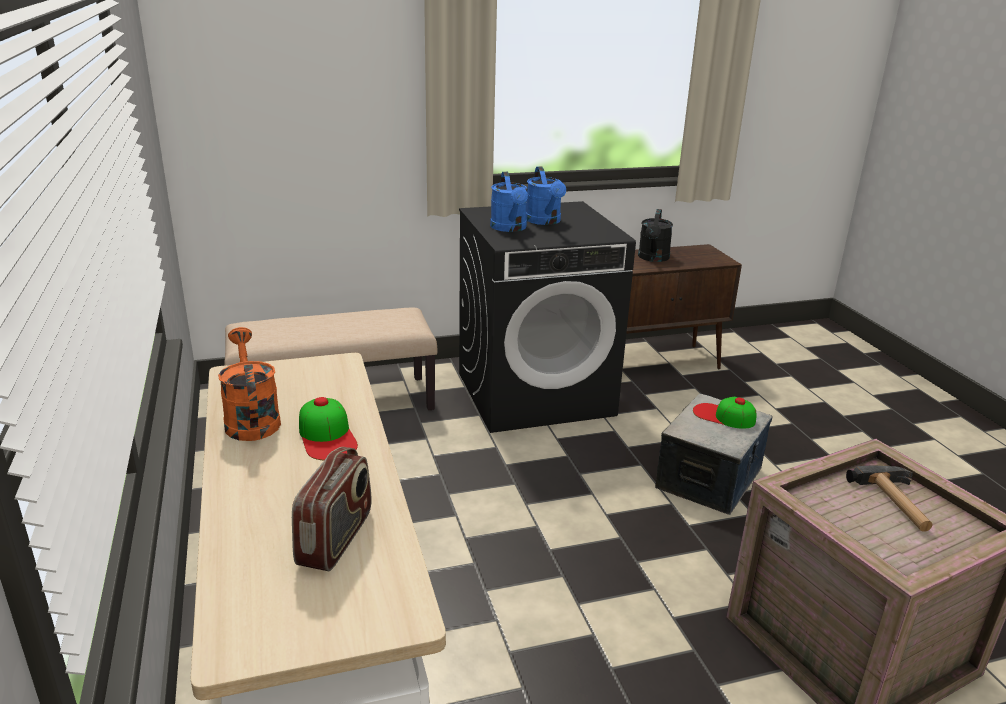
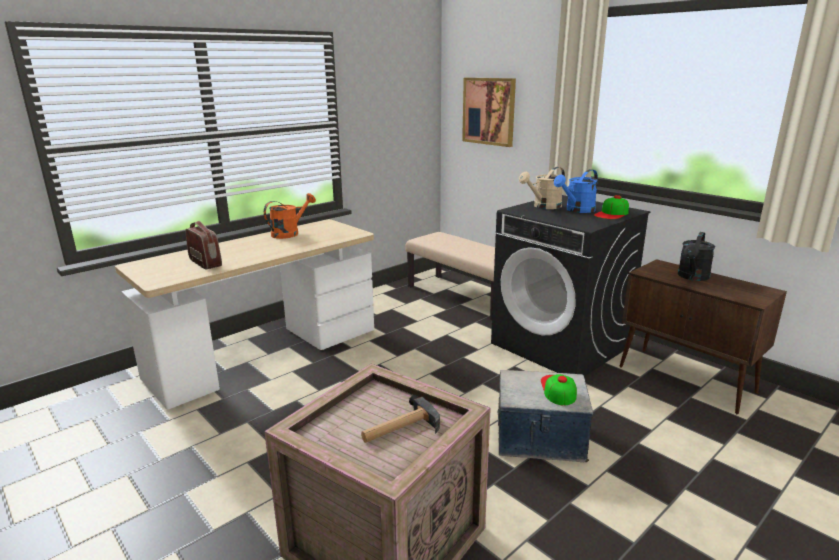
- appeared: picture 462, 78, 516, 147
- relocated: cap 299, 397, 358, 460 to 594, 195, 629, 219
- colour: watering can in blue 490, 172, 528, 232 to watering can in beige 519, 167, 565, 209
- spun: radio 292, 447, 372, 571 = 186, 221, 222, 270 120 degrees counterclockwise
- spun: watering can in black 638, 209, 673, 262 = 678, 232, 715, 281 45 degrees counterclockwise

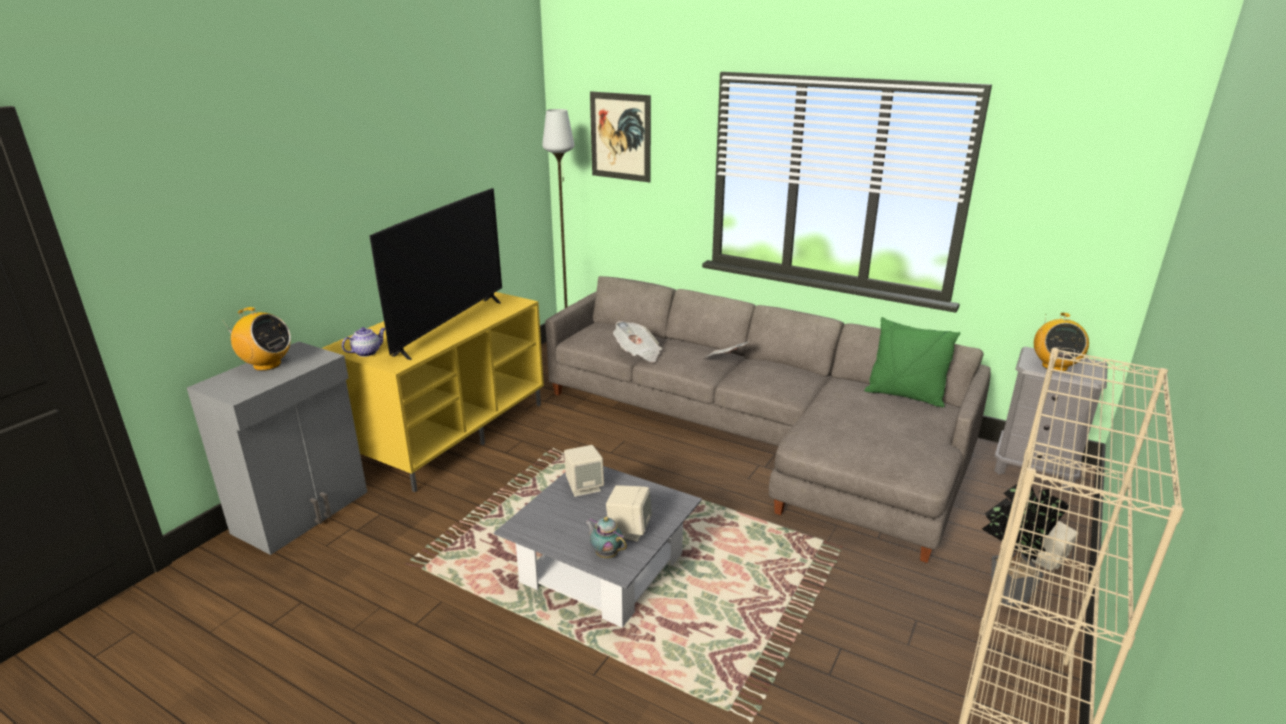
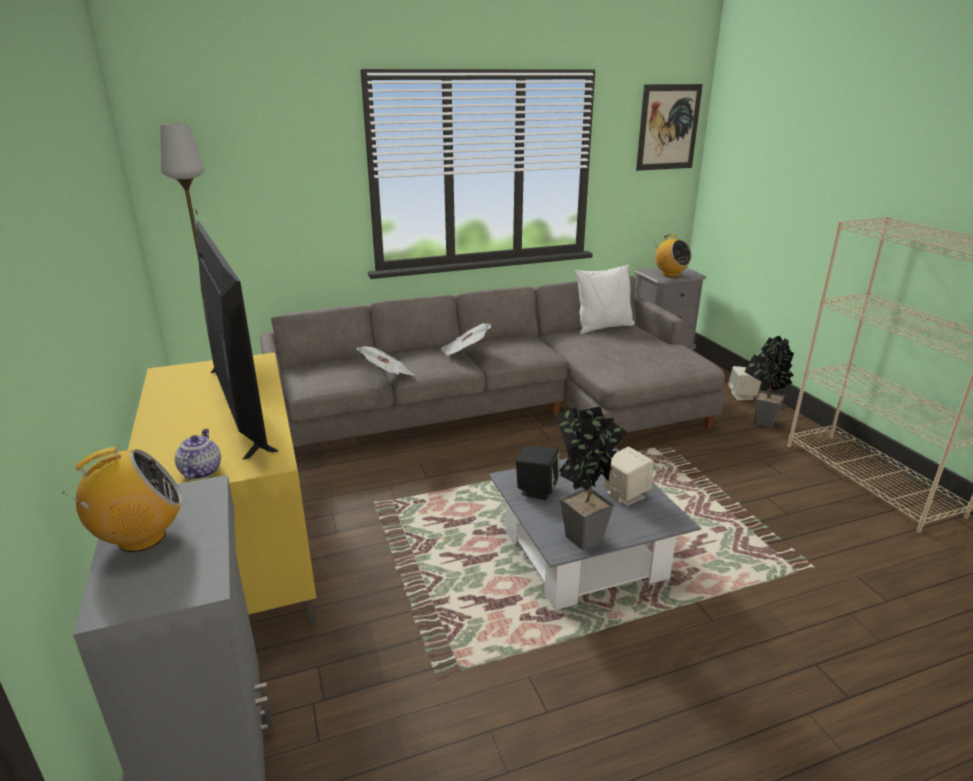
- missing: teapot 585, 517, 627, 558
- appeared: potted plant 556, 404, 627, 550
- relocated: picture 590, 91, 651, 182 to 636, 84, 703, 171
- colour: speaker in beige 564, 445, 604, 497 to speaker in black 516, 446, 560, 500
- colour: pillow in green 864, 317, 961, 407 to pillow in white 575, 265, 635, 334

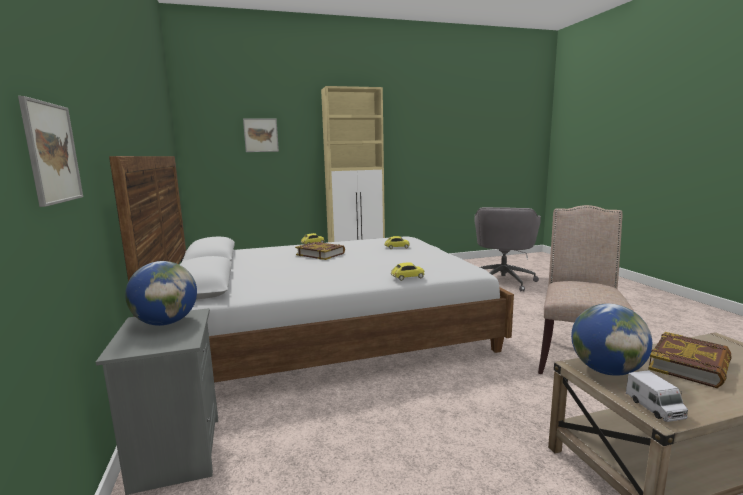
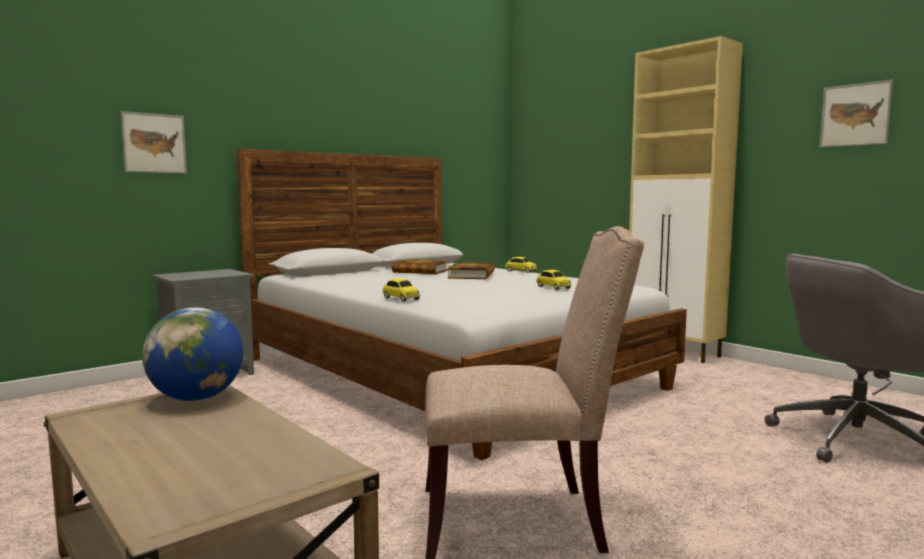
- missing: globe 125, 261, 197, 326
- missing: toy truck 626, 370, 688, 422
- relocated: picture 243, 119, 279, 152 to 820, 80, 893, 147
- relocated: book 648, 332, 731, 388 to 392, 259, 449, 274

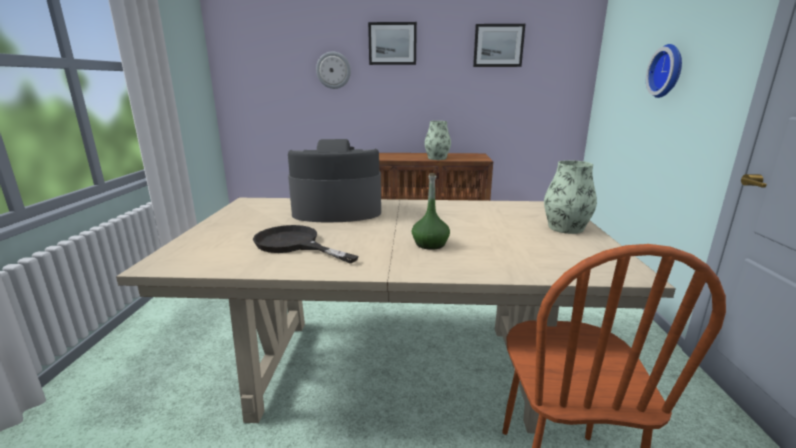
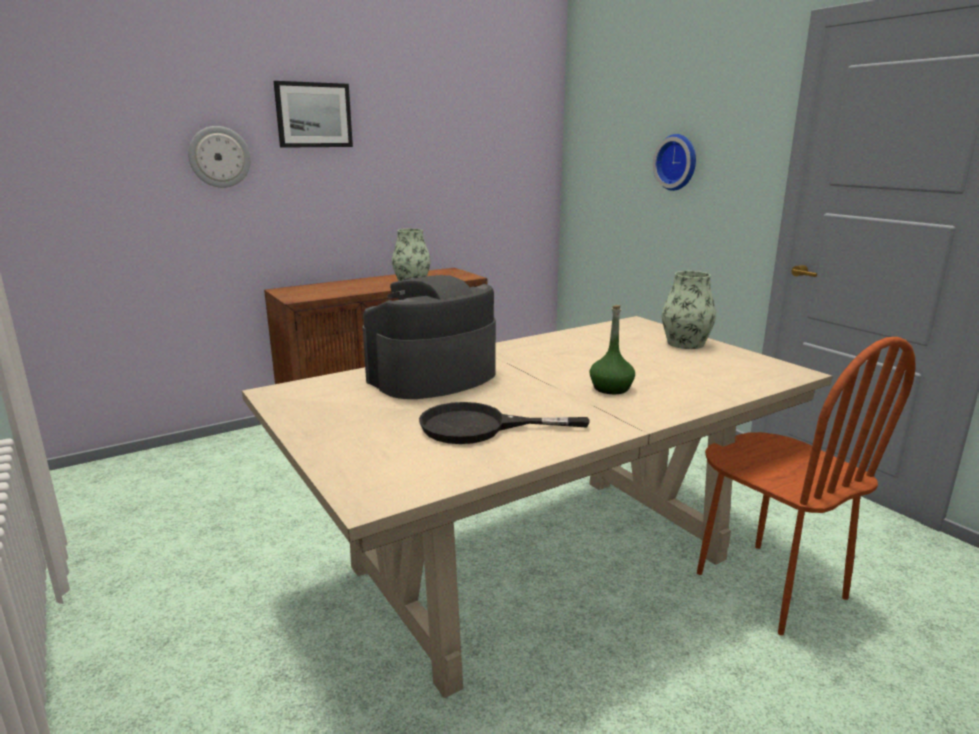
- missing: picture 473, 24, 526, 67

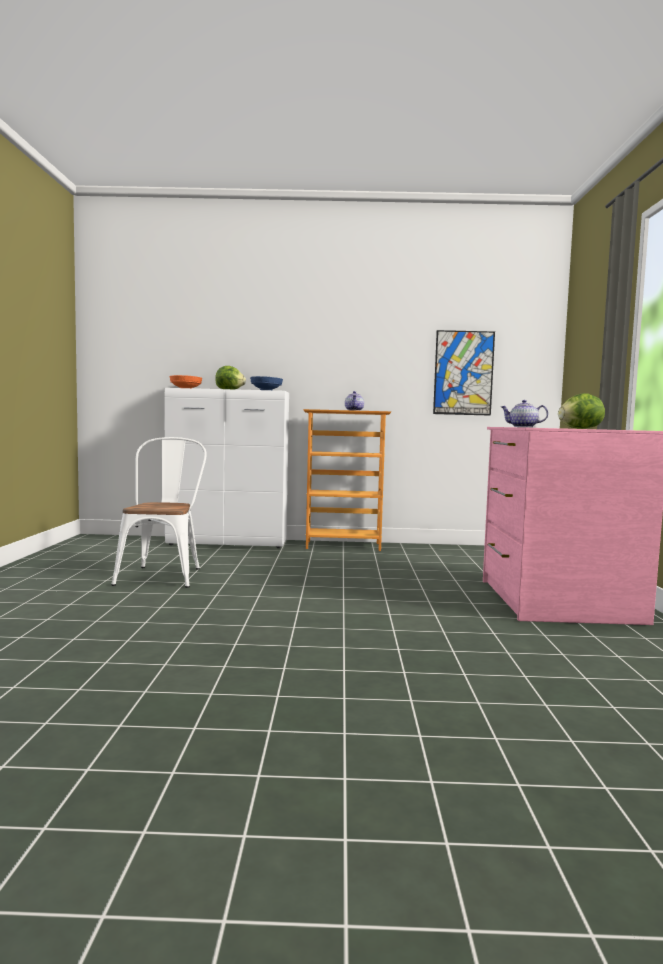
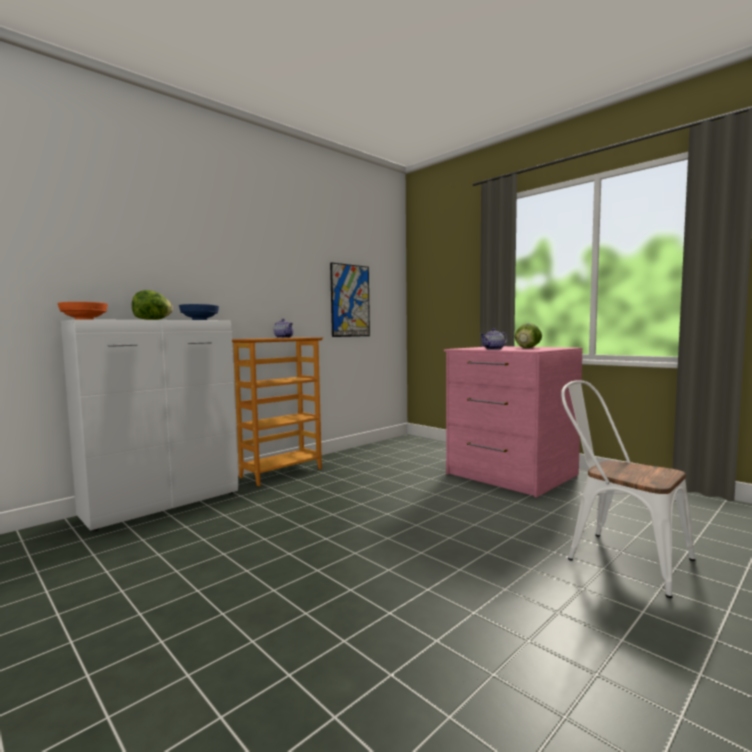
- relocated: chair in white 111, 437, 207, 588 to 561, 380, 695, 598

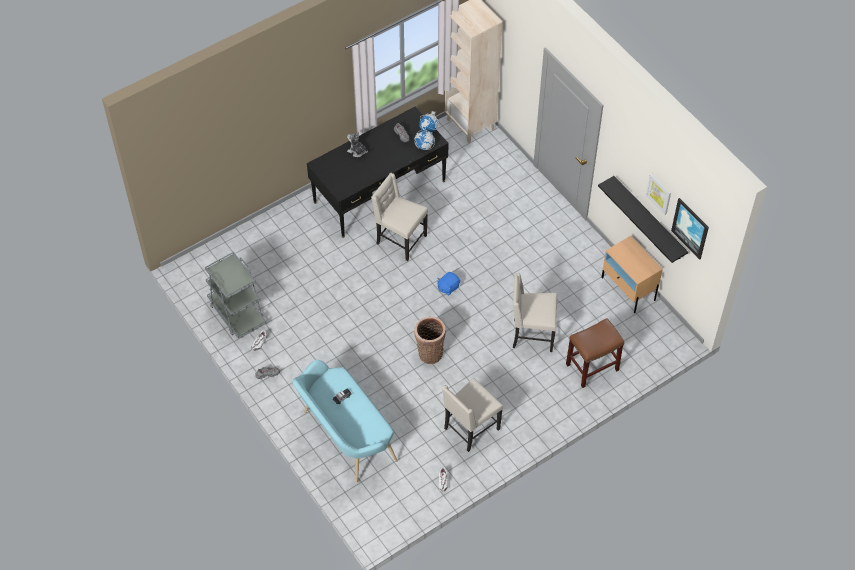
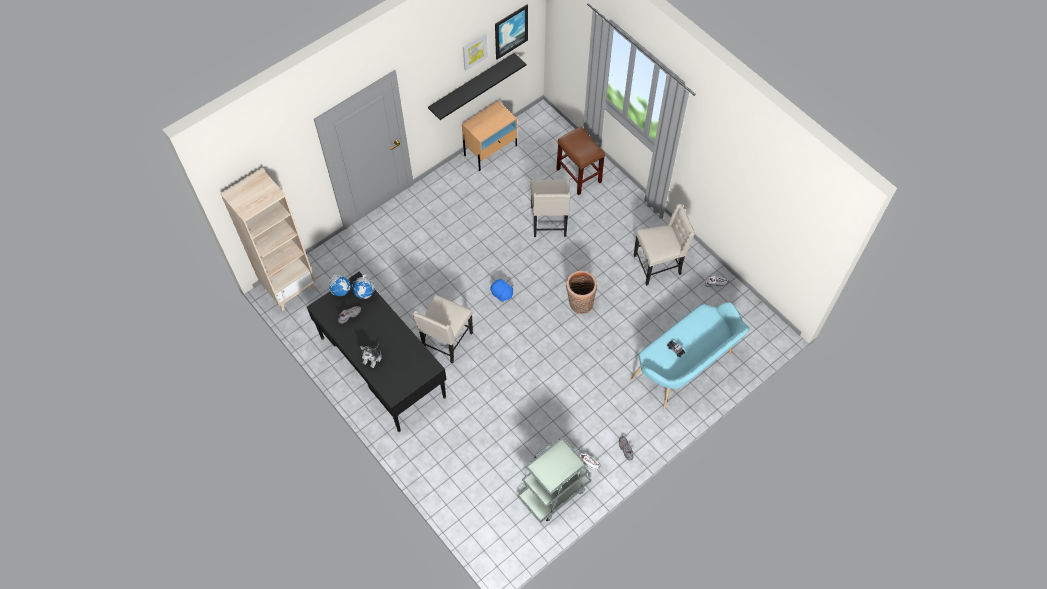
- spun: chair in beige 442, 378, 503, 452 = 634, 204, 695, 286 60 degrees counterclockwise

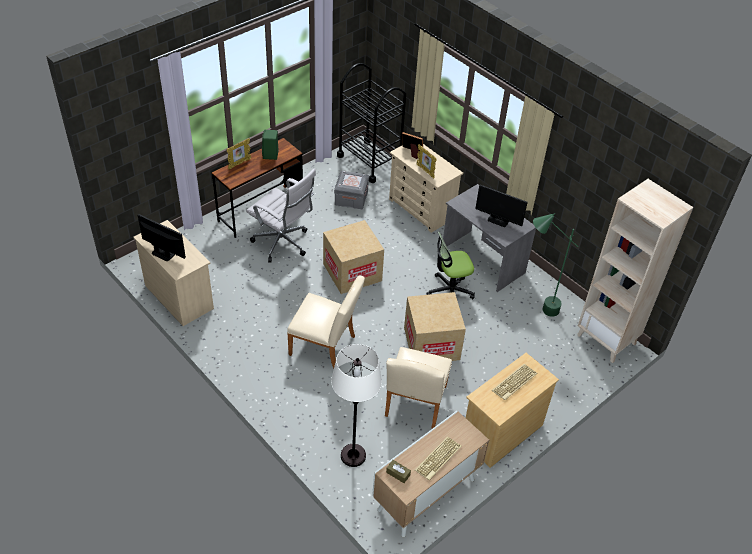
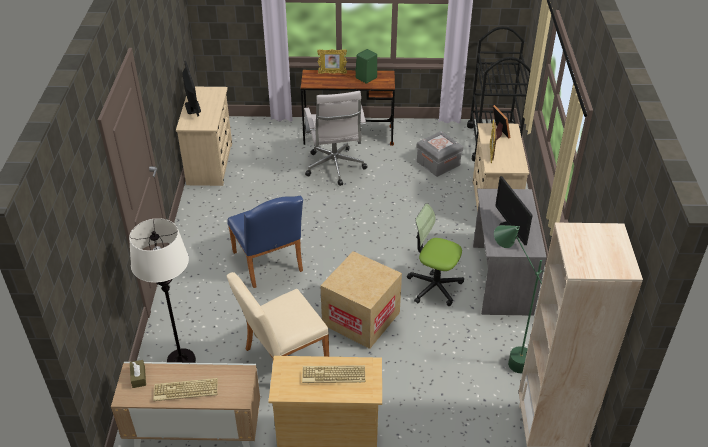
- missing: cardboard box 323, 220, 384, 294
- colour: chair in beige 287, 276, 365, 368 to chair in blue 227, 196, 303, 288

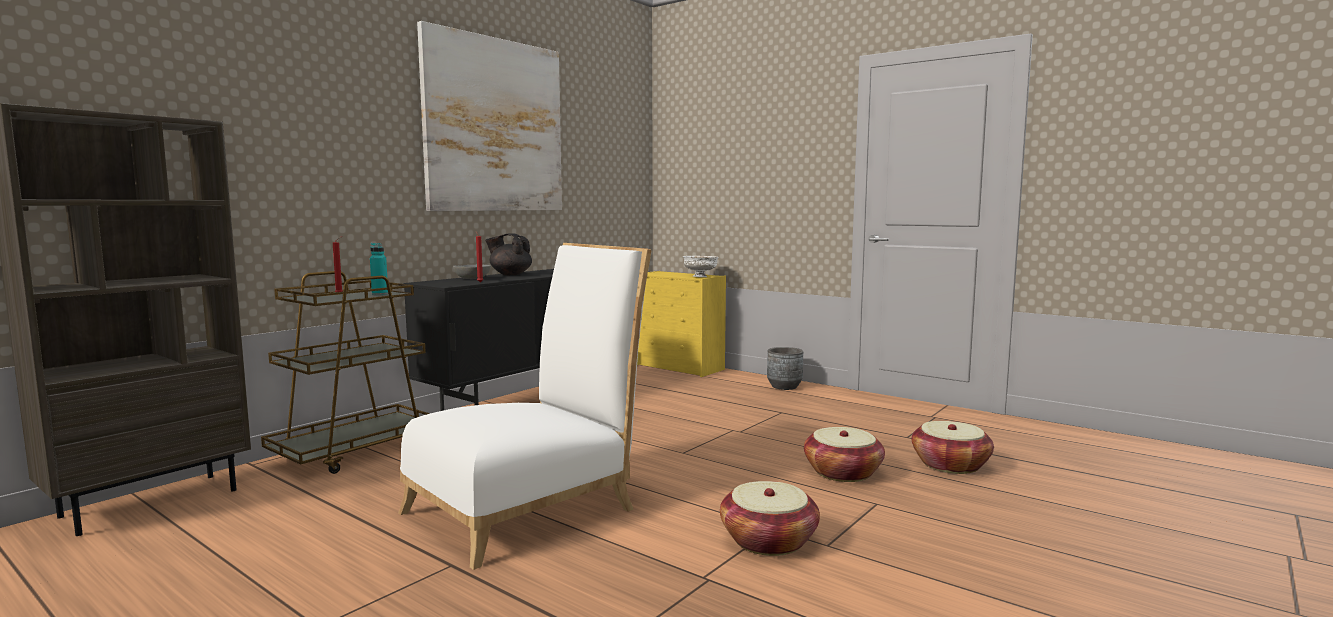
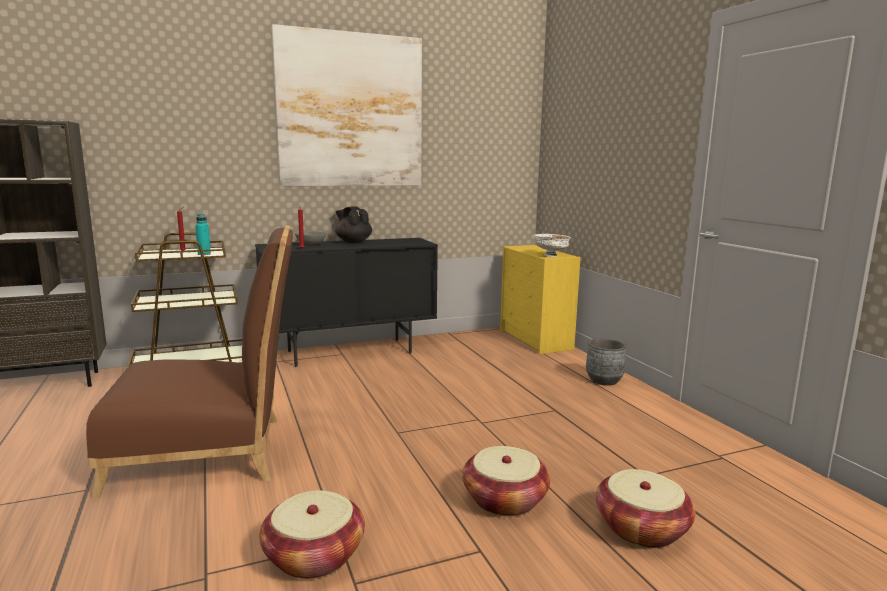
- colour: chair in white 398, 243, 652, 570 to chair in brown 86, 225, 293, 499

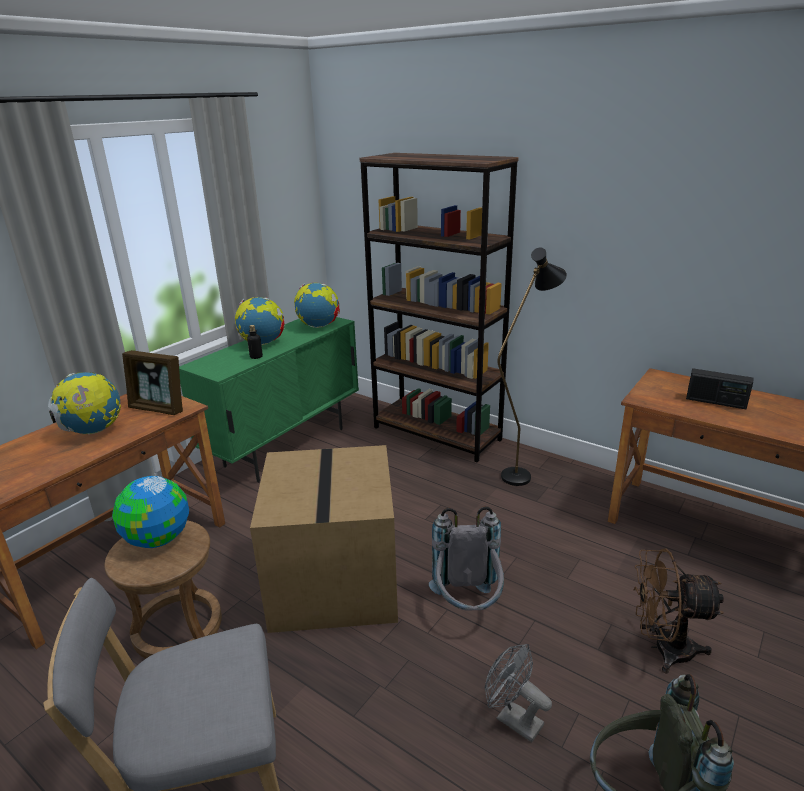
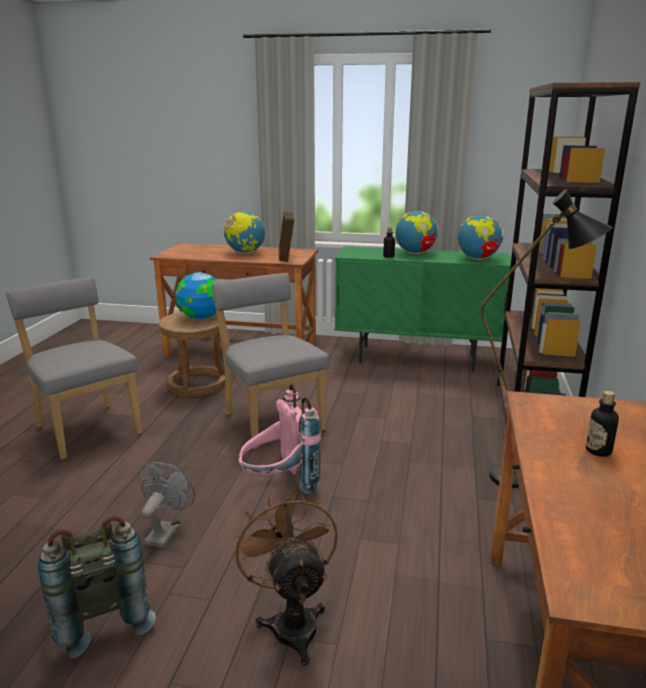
- exchanged: cardboard box 250, 445, 398, 633 to chair in grey 212, 273, 329, 449
- exchanged: radio 686, 368, 753, 409 to bottle 586, 391, 619, 457
- colour: backpack in grey 429, 506, 504, 611 to backpack in pink 238, 384, 321, 494

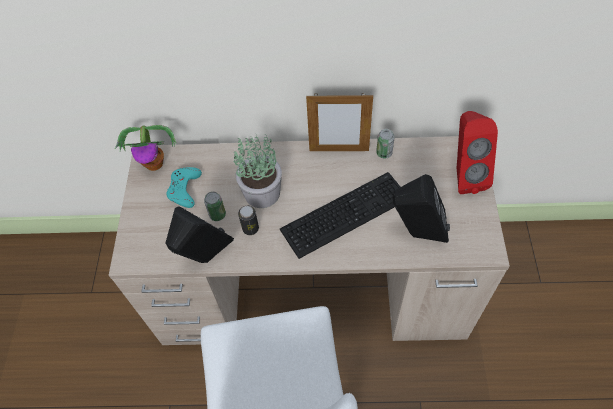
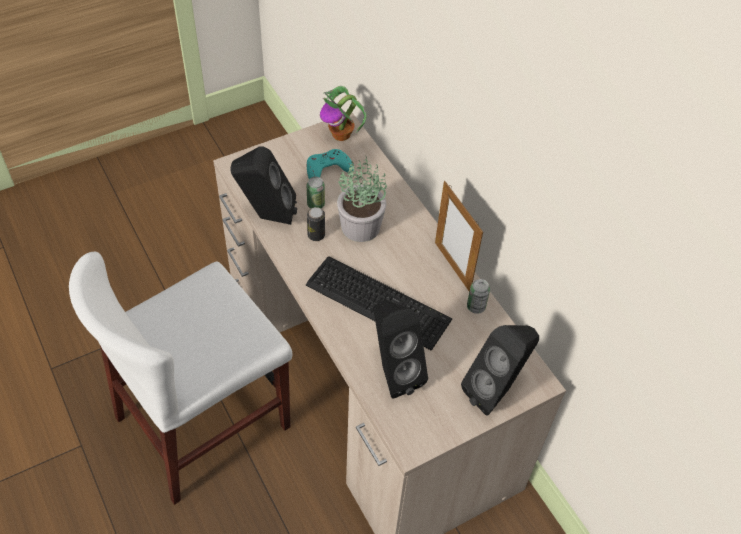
- colour: speaker in red 457, 111, 498, 194 to speaker in black 461, 325, 539, 416

